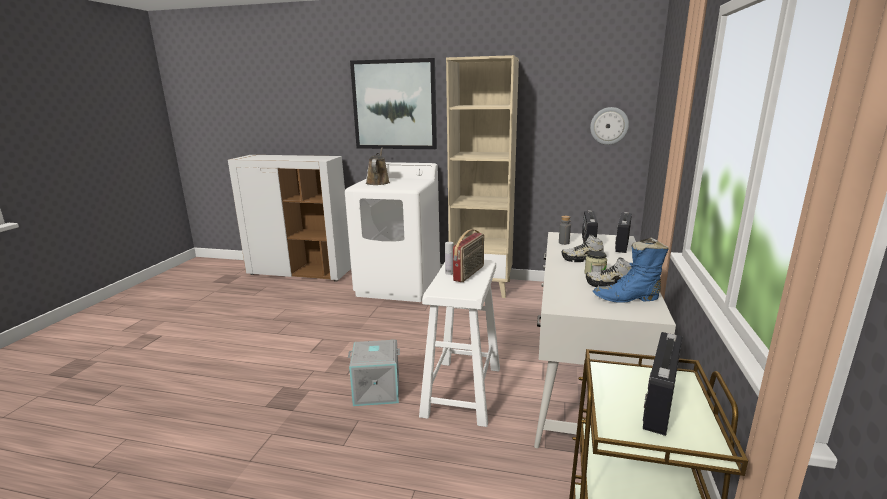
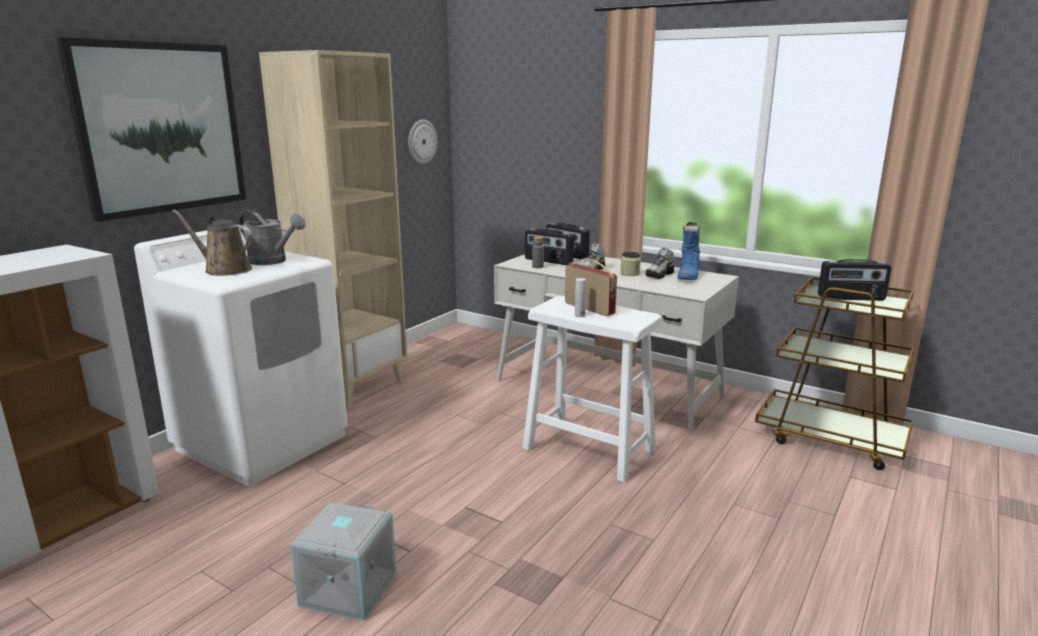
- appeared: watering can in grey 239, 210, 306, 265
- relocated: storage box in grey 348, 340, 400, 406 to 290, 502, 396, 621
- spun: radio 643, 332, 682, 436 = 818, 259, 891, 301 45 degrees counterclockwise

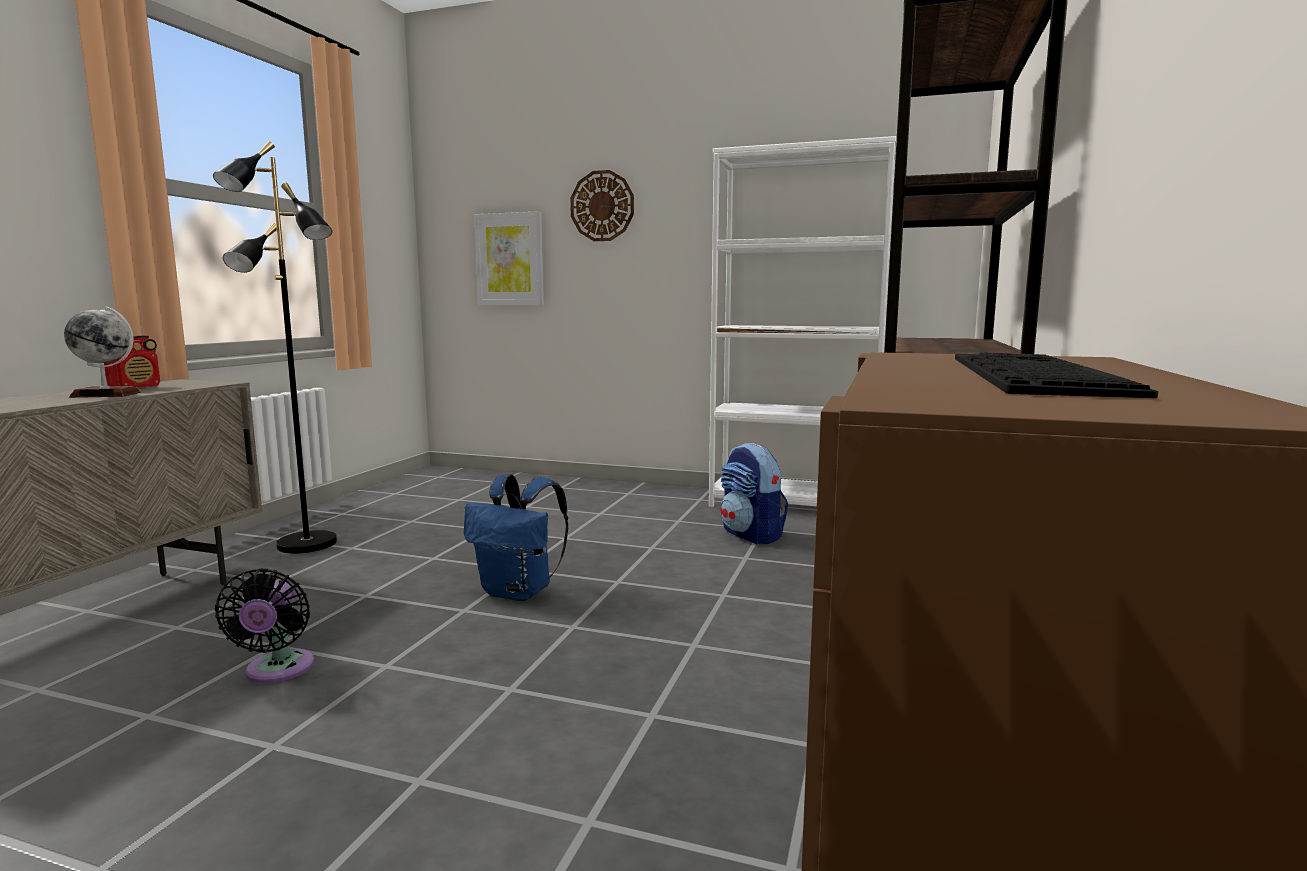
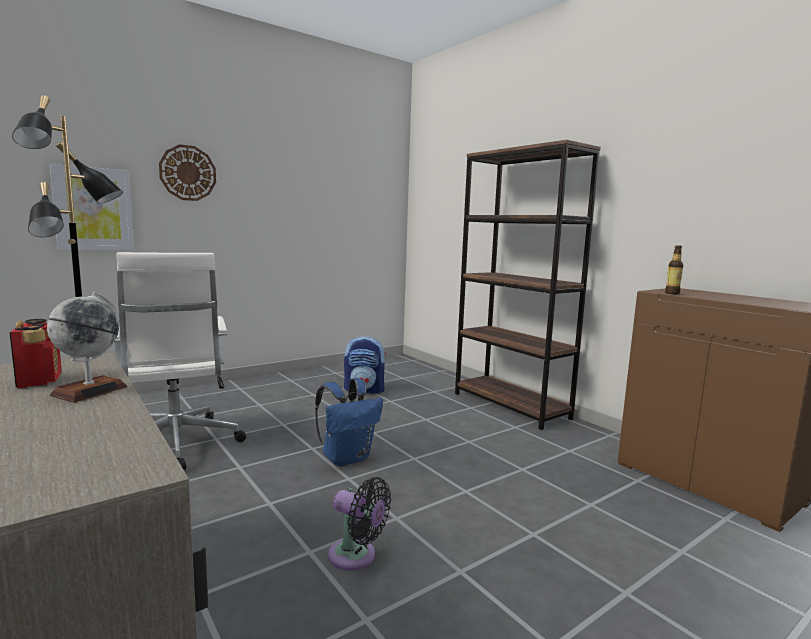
- missing: bookcase in white 709, 136, 896, 507
- missing: keyboard 955, 352, 1158, 398
- appeared: office chair in white 115, 252, 246, 470
- appeared: bottle 665, 245, 684, 294

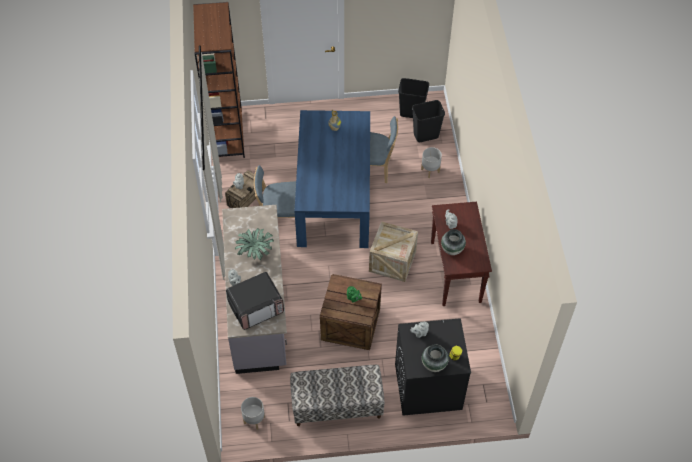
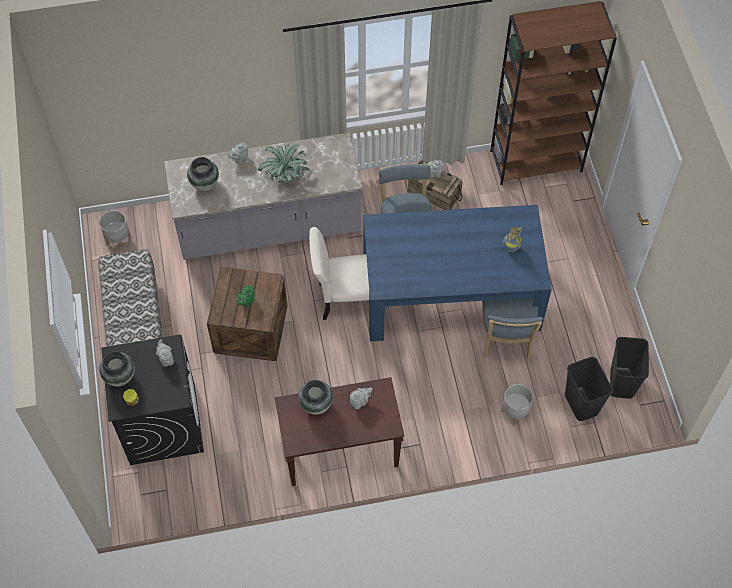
- missing: crate 369, 221, 418, 282
- appeared: chair in beige 309, 227, 369, 320
- exchanged: microwave 226, 272, 284, 330 to vase 187, 157, 219, 191

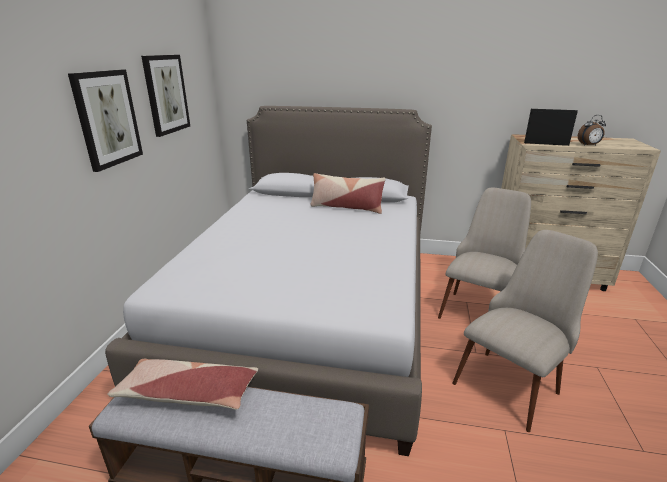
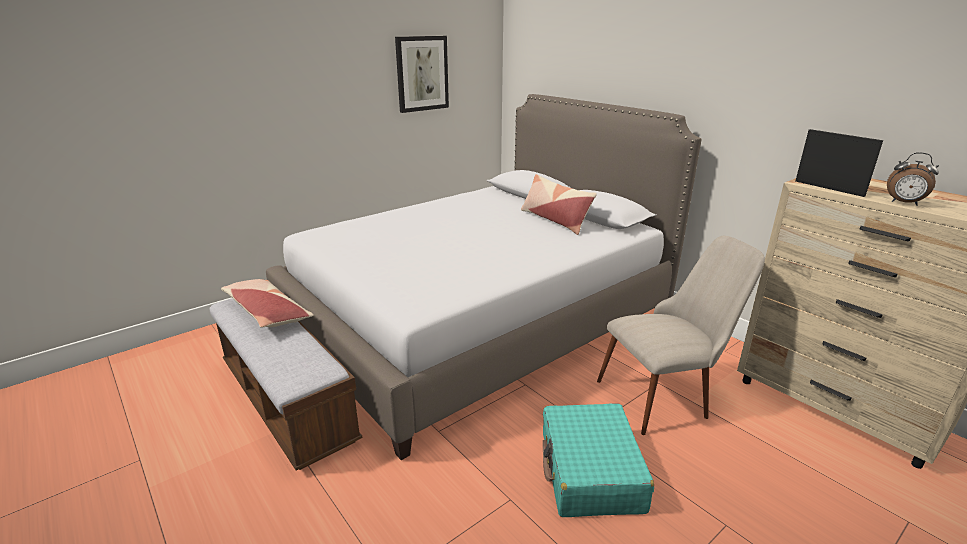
- missing: picture 68, 69, 143, 172
- exchanged: chair in beige 452, 230, 598, 432 to suitcase in turquoise 543, 403, 654, 517

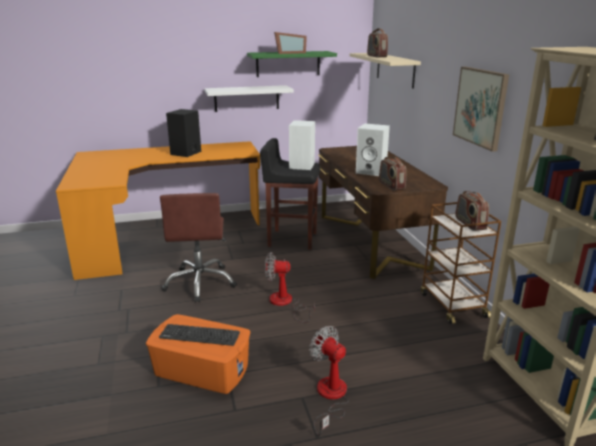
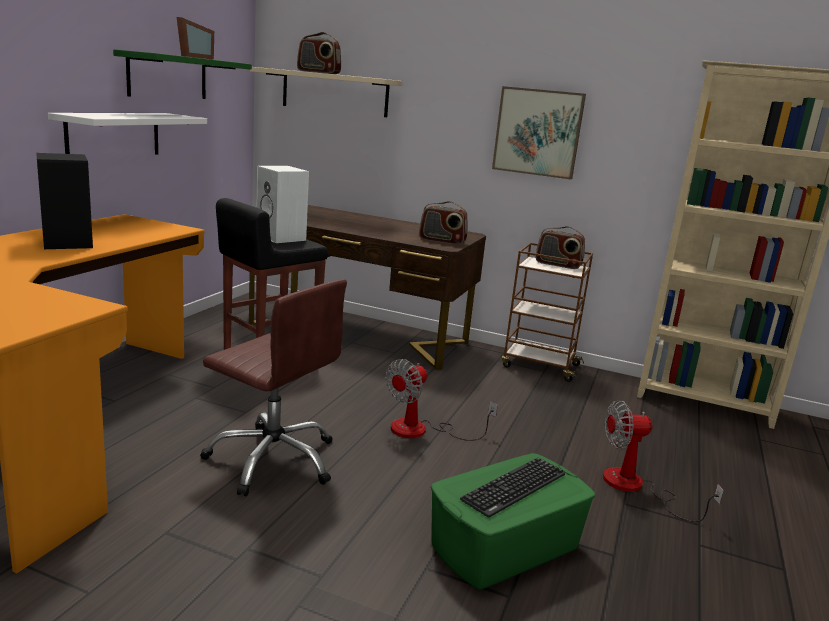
- missing: speaker in white 356, 123, 390, 176
- colour: storage box in orange 146, 314, 250, 394 to storage box in green 431, 453, 595, 590

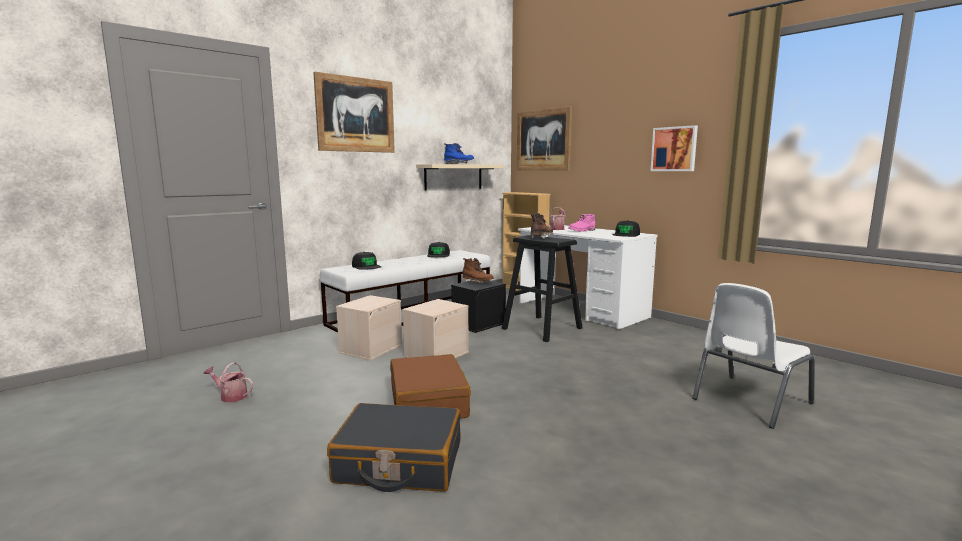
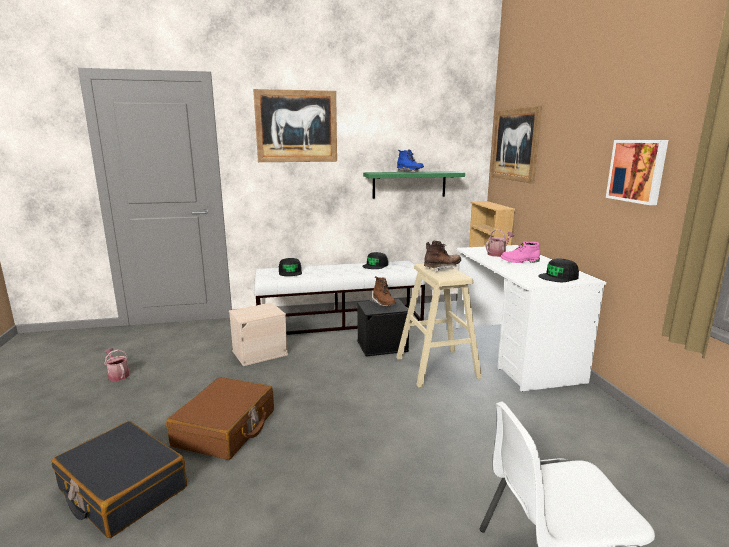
- missing: storage box in beige 402, 299, 469, 358
- colour: shelf in beige 416, 164, 504, 191 to shelf in green 363, 171, 465, 199
- colour: stool in black 502, 235, 583, 342 to stool in beige 396, 263, 482, 388

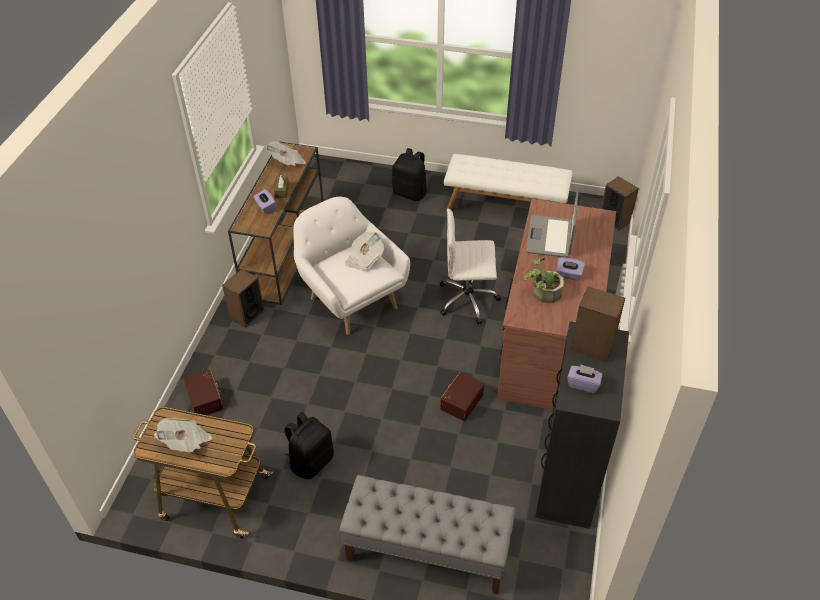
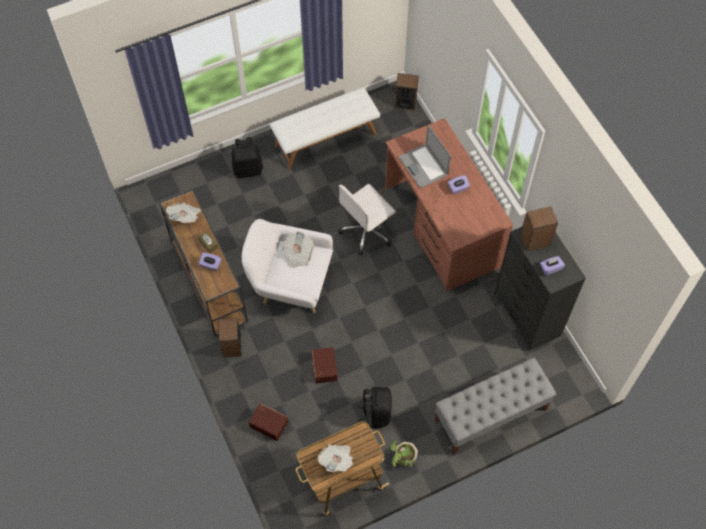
- relocated: storage box in brown 440, 372, 484, 421 to 312, 347, 338, 384
- relocated: potted plant 523, 257, 564, 303 to 390, 440, 418, 467

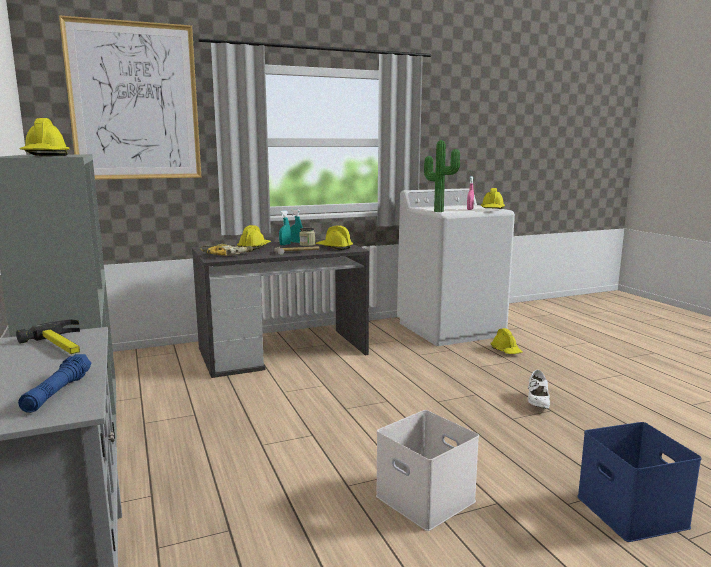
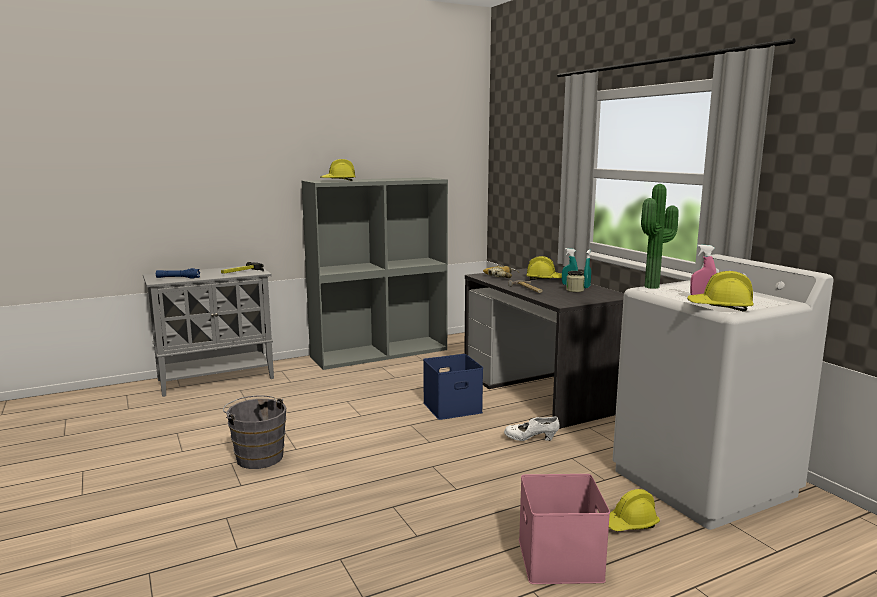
- missing: picture 59, 15, 202, 180
- missing: hard hat in yellow 316, 225, 353, 250
- appeared: storage box in pink 519, 474, 610, 584
- relocated: shoe in white 528, 370, 550, 409 to 504, 417, 560, 441
- relocated: storage box in blue 577, 422, 702, 542 to 423, 354, 483, 420
- exchanged: storage box in white 376, 410, 479, 531 to bucket in grey 223, 395, 286, 469

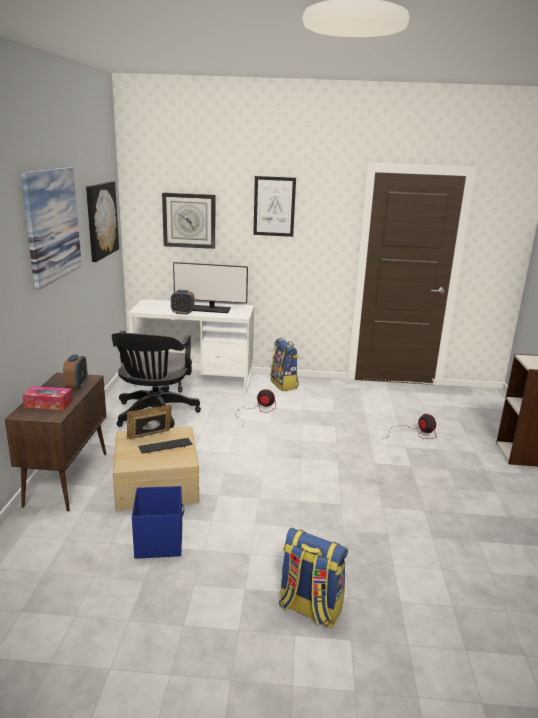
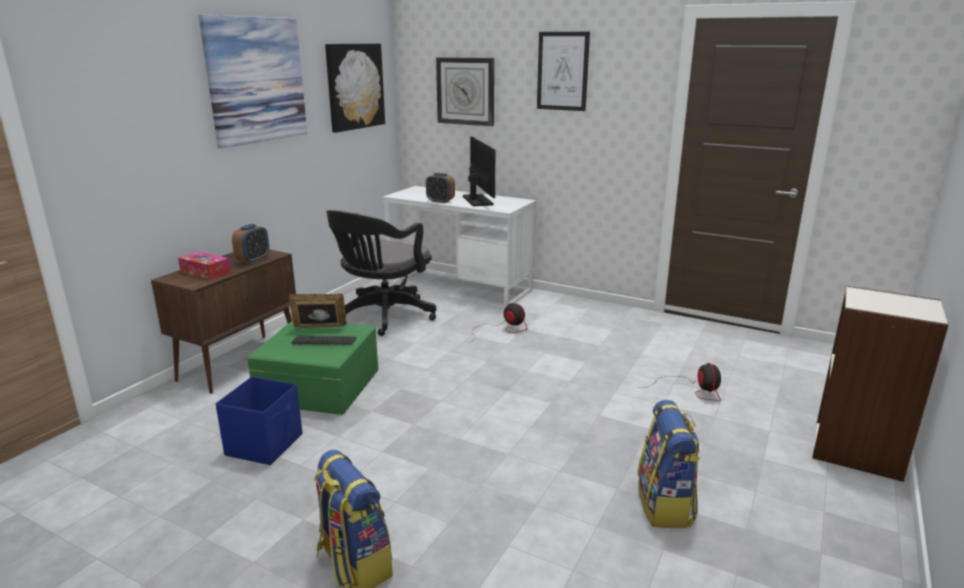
- relocated: backpack 271, 338, 299, 391 to 638, 400, 700, 528
- colour: storage box in beige 113, 427, 199, 511 to storage box in green 247, 321, 378, 415
- spun: monitor 173, 262, 248, 313 = 463, 136, 495, 207 135 degrees counterclockwise

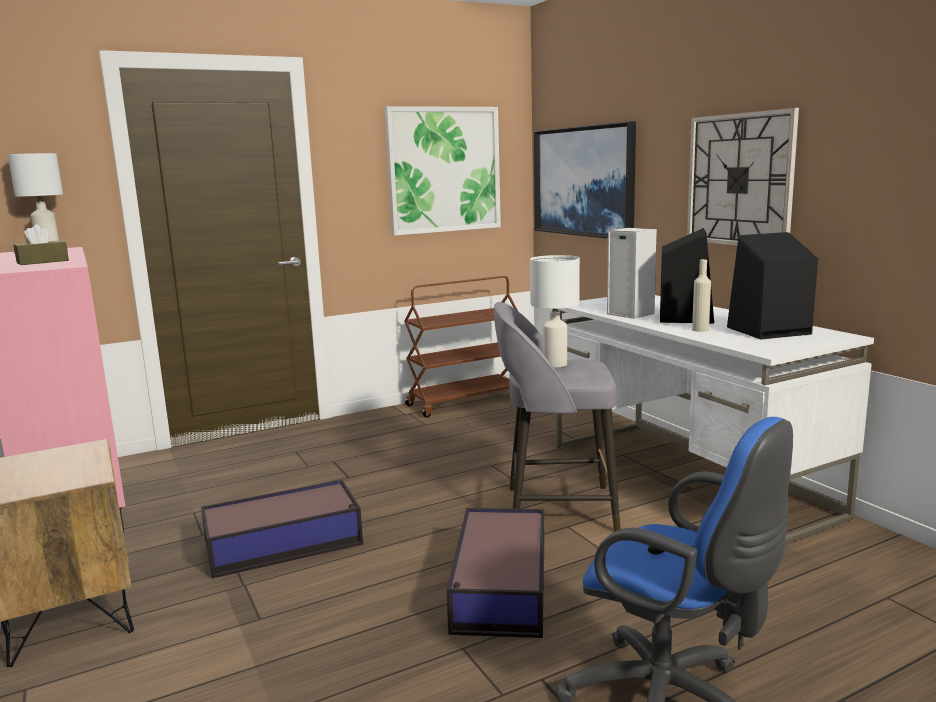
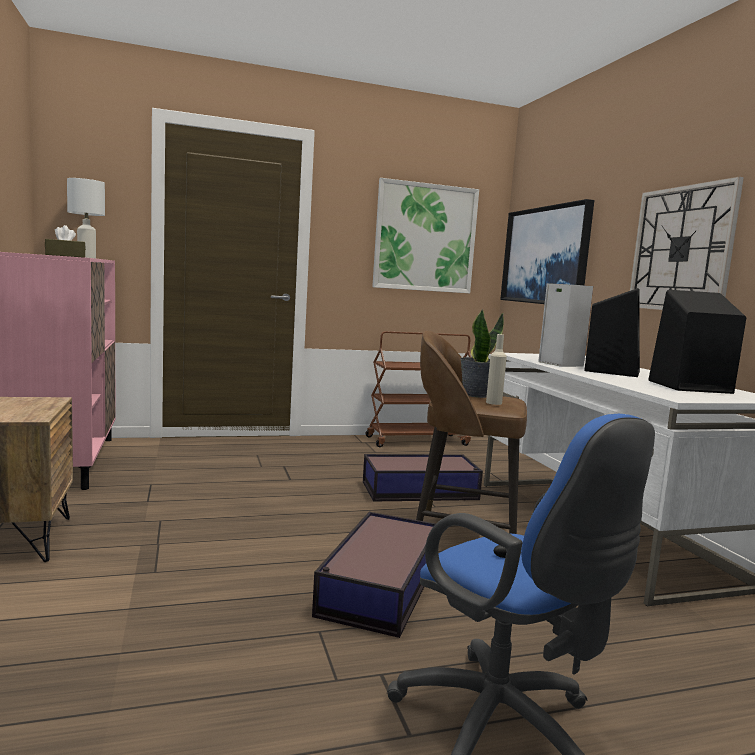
- relocated: storage box 201, 480, 363, 579 to 363, 454, 483, 501
- relocated: bottle in beige 692, 259, 711, 332 to 486, 334, 507, 405
- exchanged: table lamp in white 530, 255, 580, 368 to potted plant 460, 309, 504, 398
- colour: stool in grey 494, 302, 620, 531 to stool in brown 416, 331, 527, 534

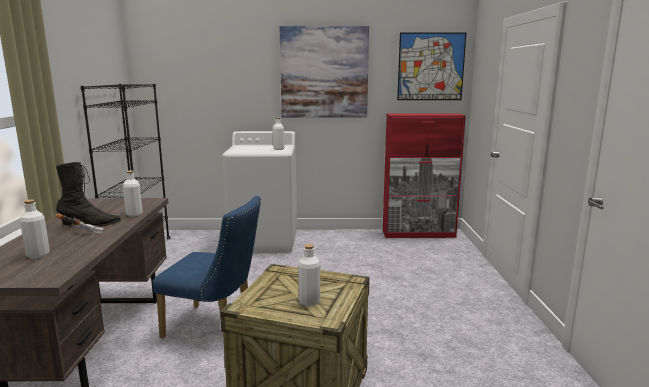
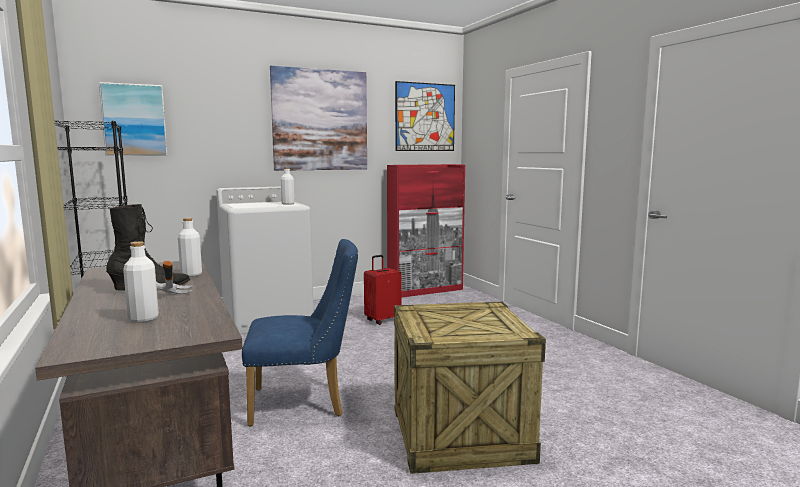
- missing: bottle in white 298, 244, 320, 307
- appeared: picture 99, 82, 168, 156
- appeared: suitcase in red 364, 255, 402, 325

